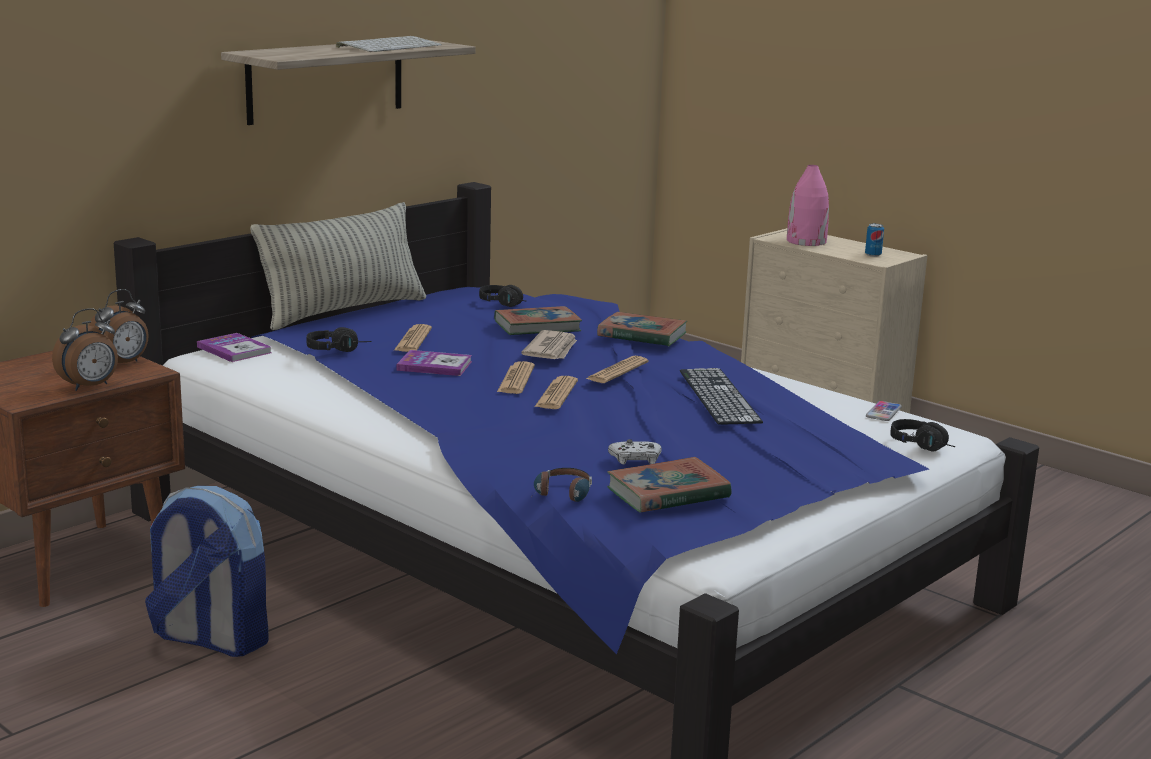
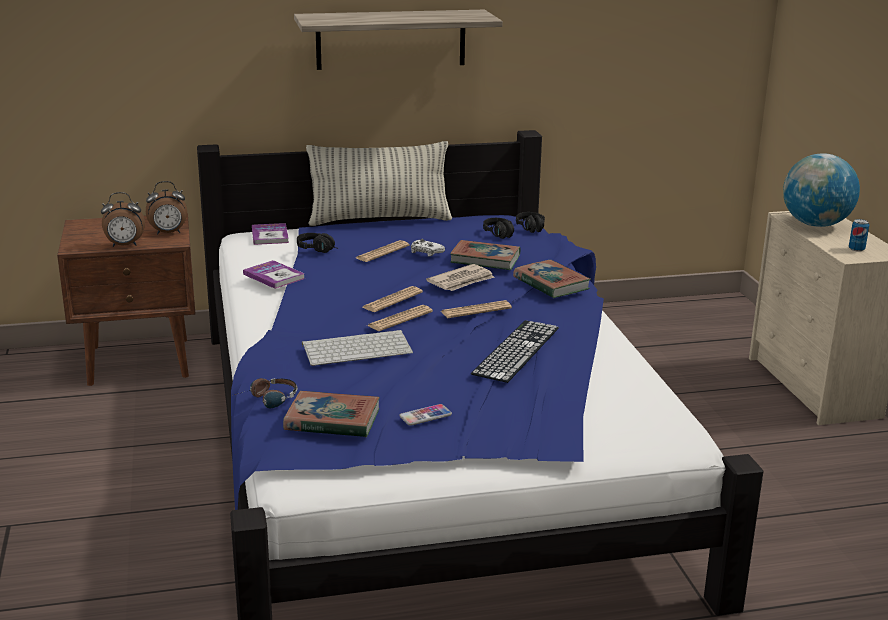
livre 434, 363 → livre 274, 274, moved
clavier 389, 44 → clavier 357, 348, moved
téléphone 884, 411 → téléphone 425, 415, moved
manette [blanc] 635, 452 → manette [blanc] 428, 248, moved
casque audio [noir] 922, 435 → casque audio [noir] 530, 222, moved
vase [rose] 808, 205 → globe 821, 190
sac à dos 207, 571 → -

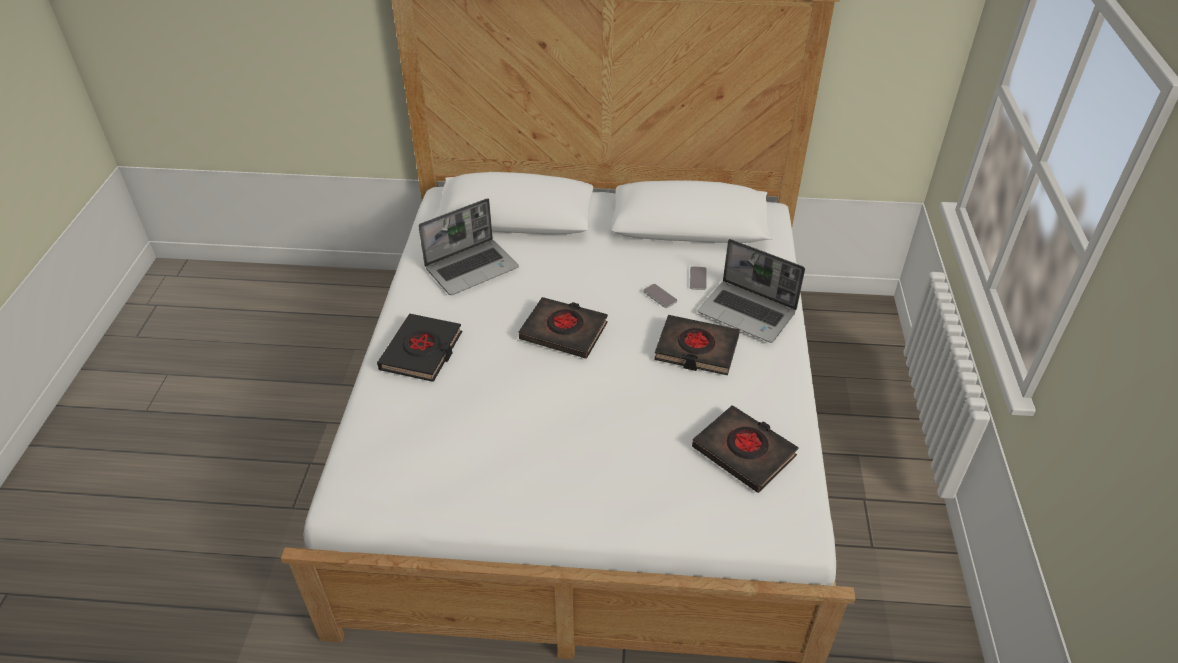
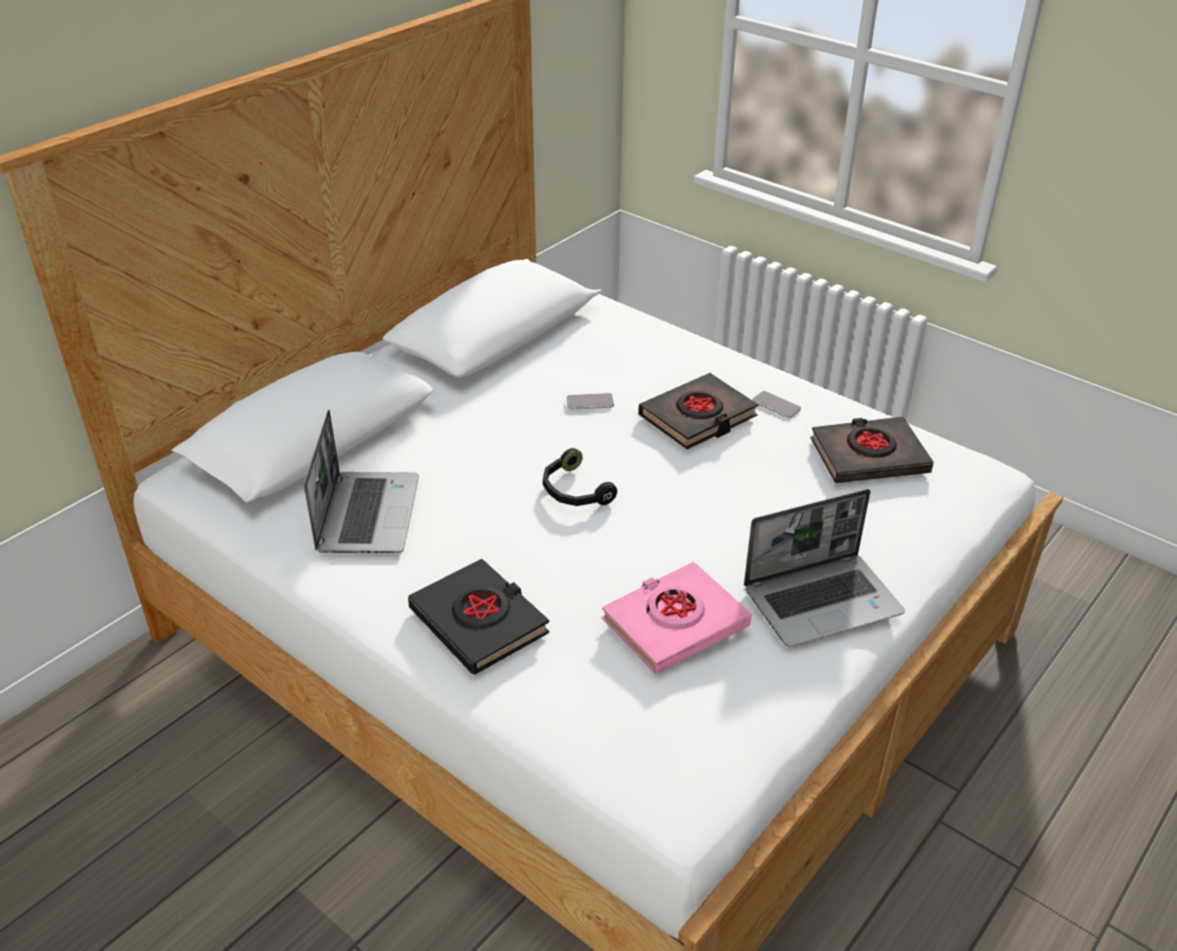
livre [noir] 563, 328 → casque audio [noir] 580, 477
- → livre [rose] 677, 617
ordinateur portable 751, 291 → ordinateur portable 824, 568, moved
téléphone 698, 278 → téléphone 776, 404, moved

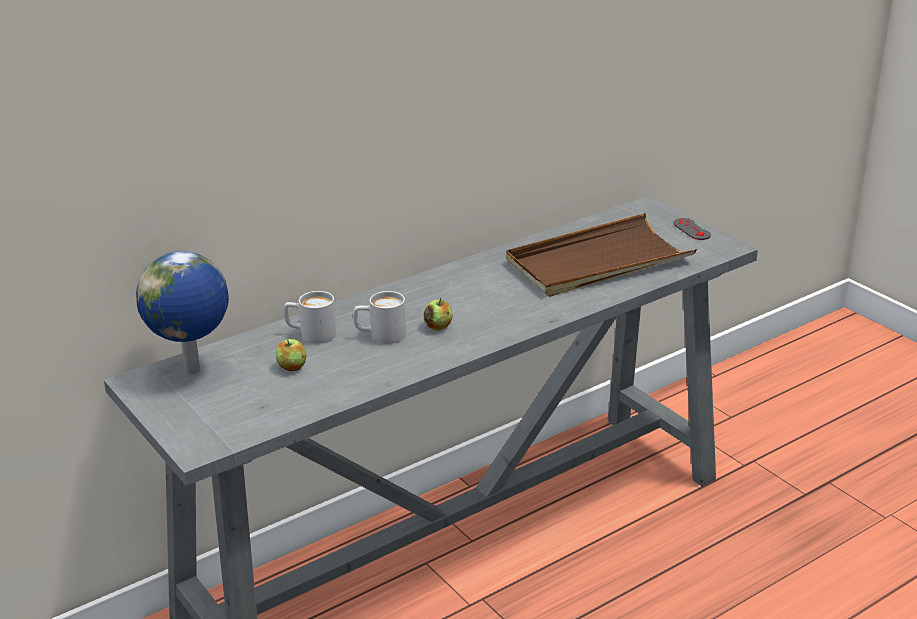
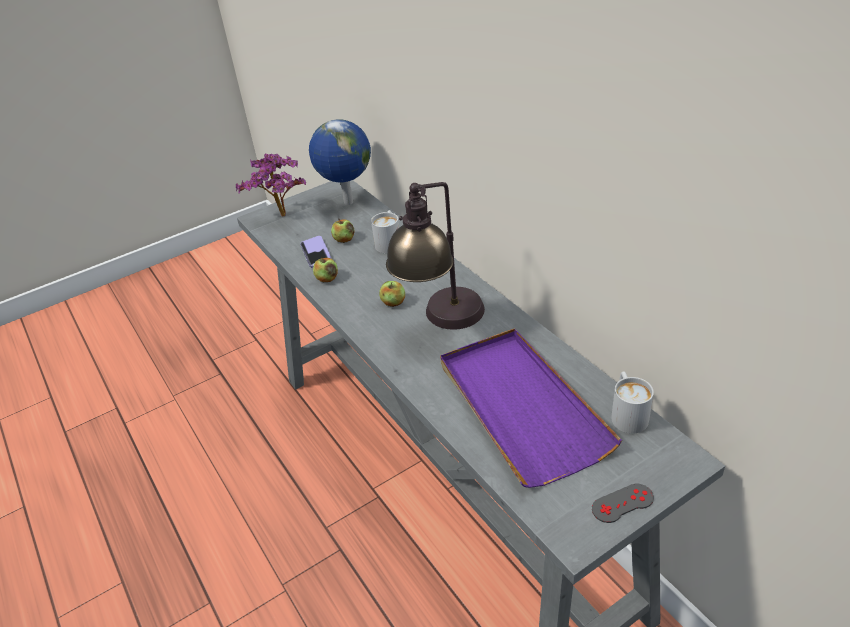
- → plante en pot 271, 185
- → téléphone 316, 252
- → pomme 325, 269
- → lampe de table 435, 256
plateau [marron] 601, 255 → plateau [violet] 531, 408
mug [blanc] 379, 317 → mug [blanc] 632, 402, moved

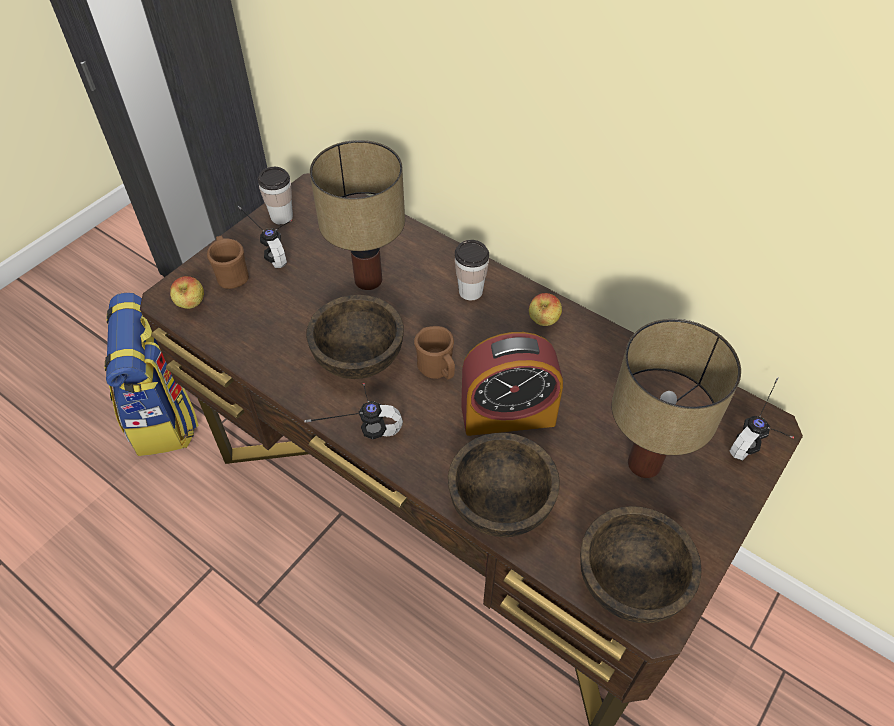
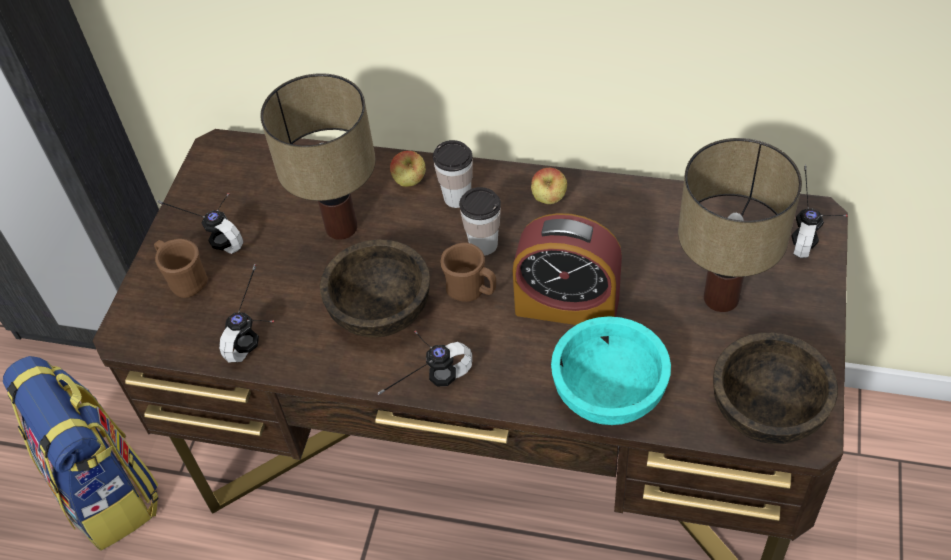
- → casque audio 246, 313
pomme 187, 292 → pomme 408, 169, moved
tasse 275, 195 → tasse 480, 221, moved
réveil 512, 384 → réveil 567, 269, 45 degrees clockwise
bol [marron] 504, 485 → bol [turquoise] 611, 371

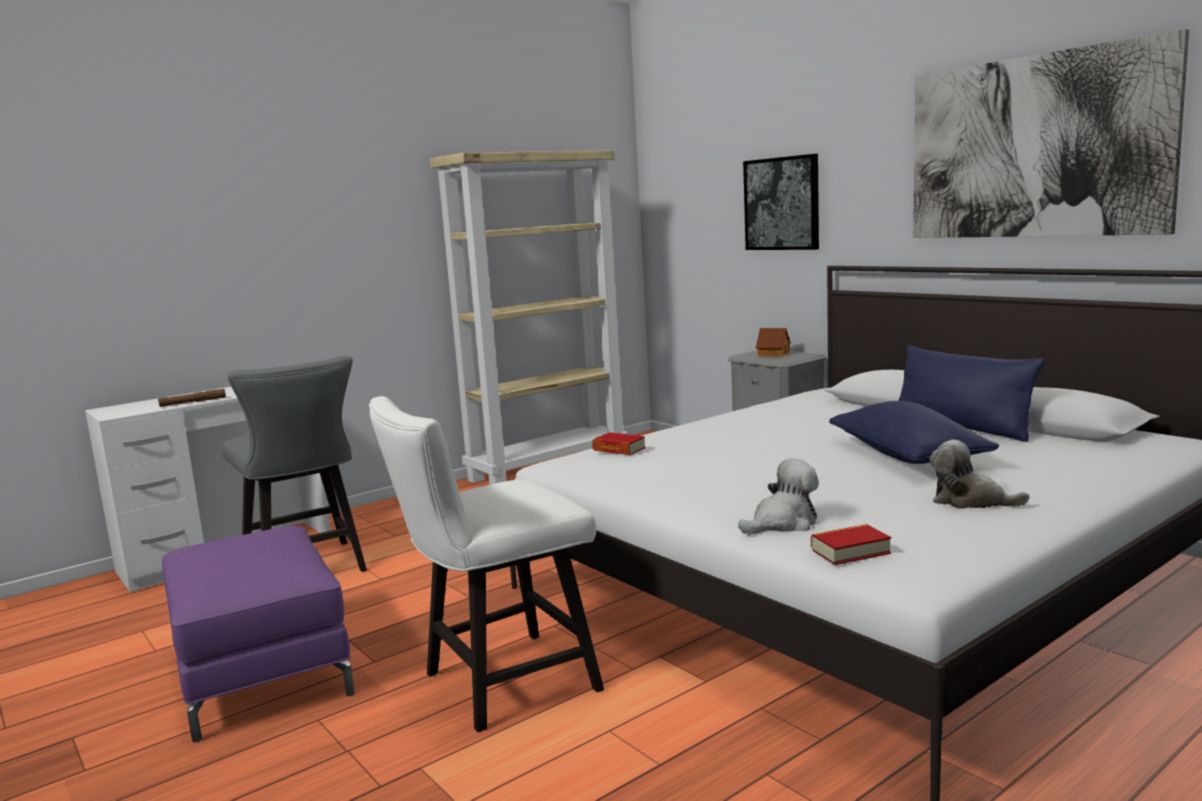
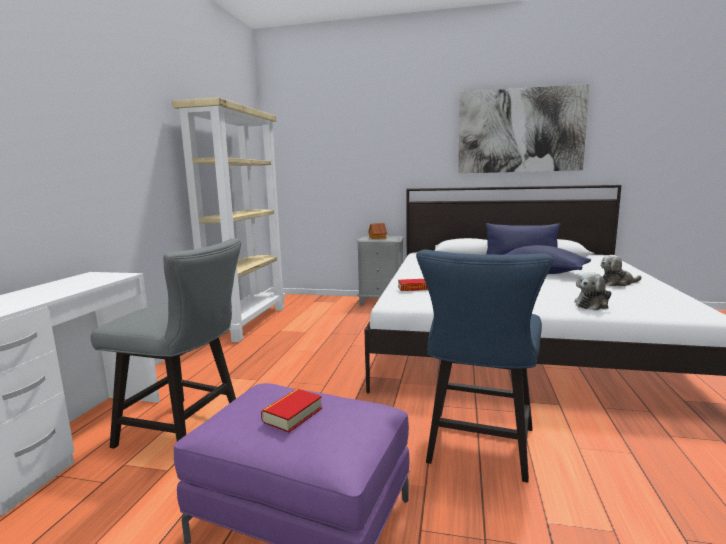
livre 851, 544 → livre 291, 410, moved
chaise [blanc] 486, 564 → chaise [bleu] 484, 366
peluche 778, 496 → peluche 593, 291, 150 degrees counterclockwise
lampe de poche [marron] 192, 398 → -
tableau 781, 202 → -

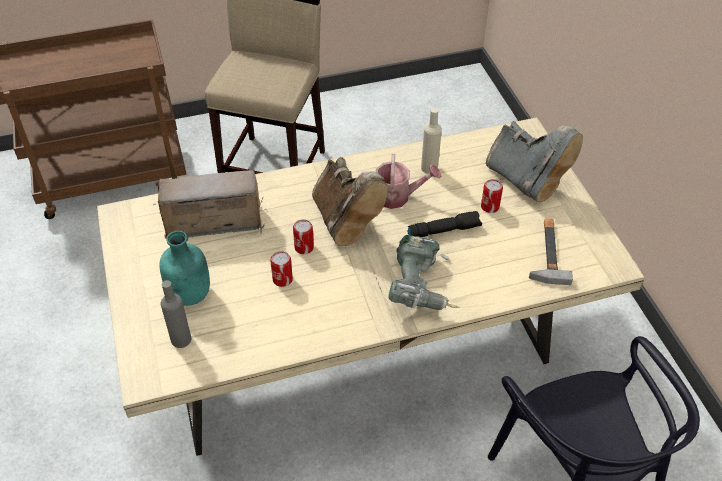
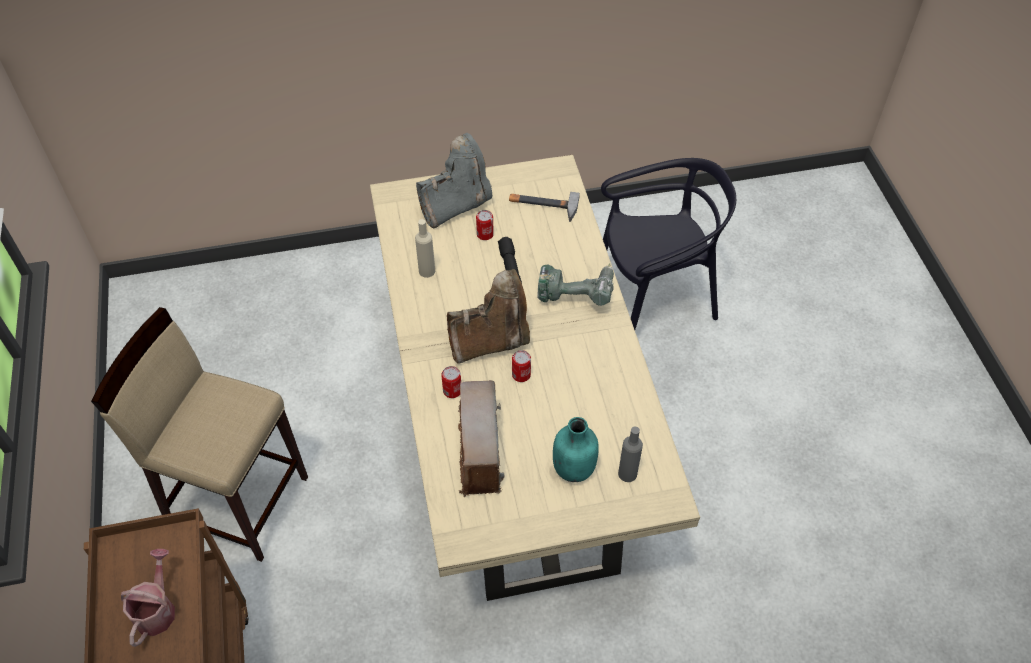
arrosoir 399, 181 → arrosoir 148, 598, moved
boîte métallique 281, 269 → boîte métallique 451, 382, moved

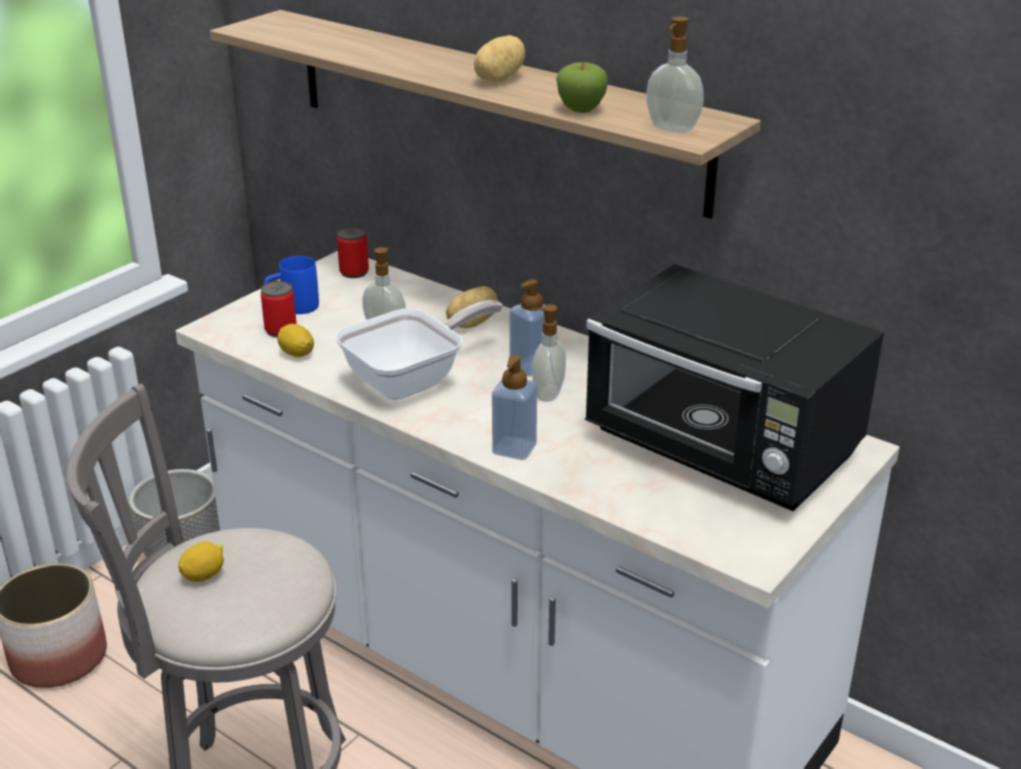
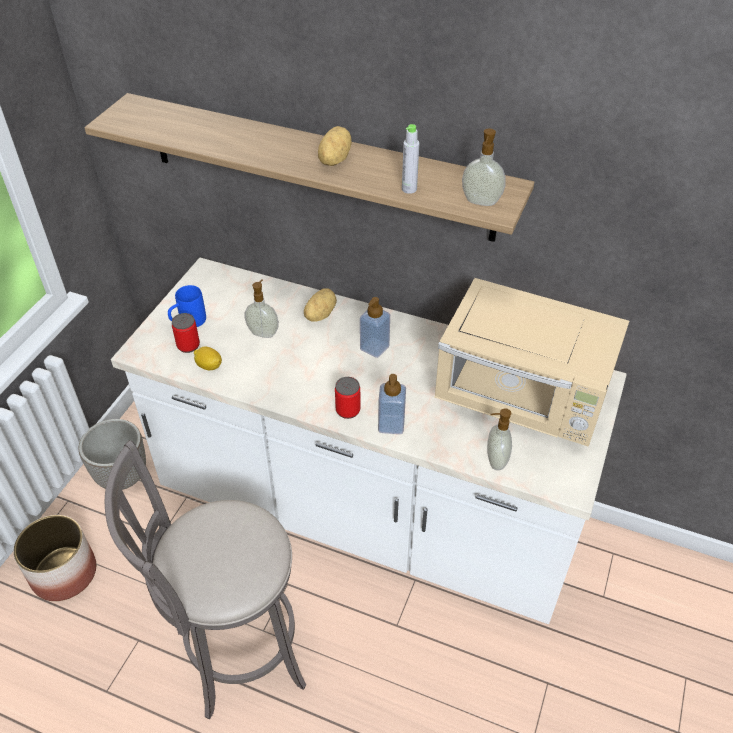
boîte métallique 353, 252 → boîte métallique 348, 398, moved
pomme 582, 87 → bouteille [gris] 410, 159
micro-ondes [noir] 734, 387 → micro-ondes [beige] 532, 362
distributeur de savon 548, 353 → distributeur de savon 499, 439, moved
citron 201, 561 → -
poêle 419, 350 → -

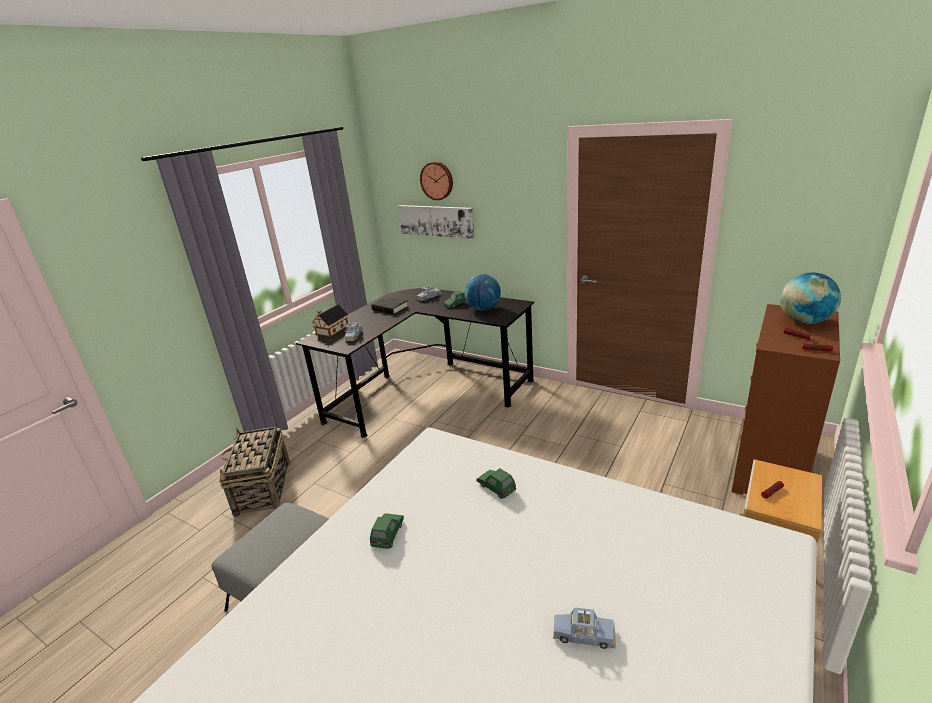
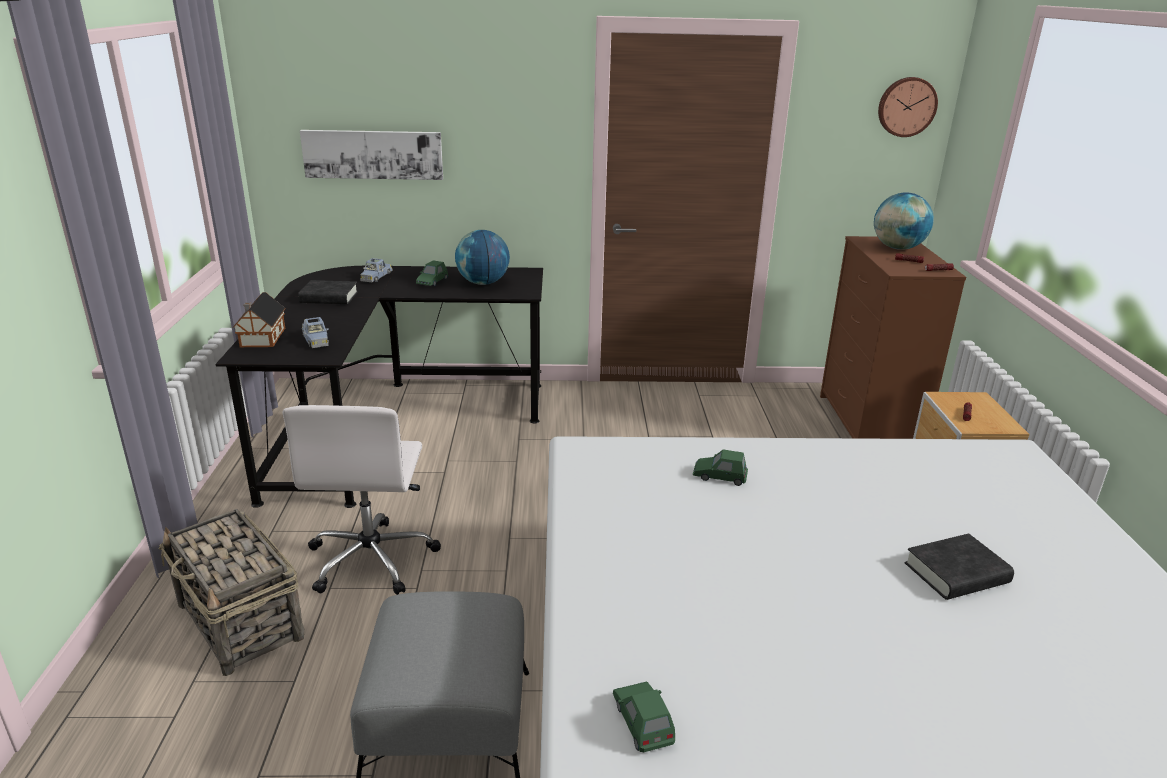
- → chaise de bureau [blanc] 361, 500
petite voiture [vert] 387, 531 → petite voiture [vert] 644, 717, moved
horloge murale 436, 181 → horloge murale 908, 107, moved
petite voiture [bleu] 584, 628 → livre [noir] 959, 566

